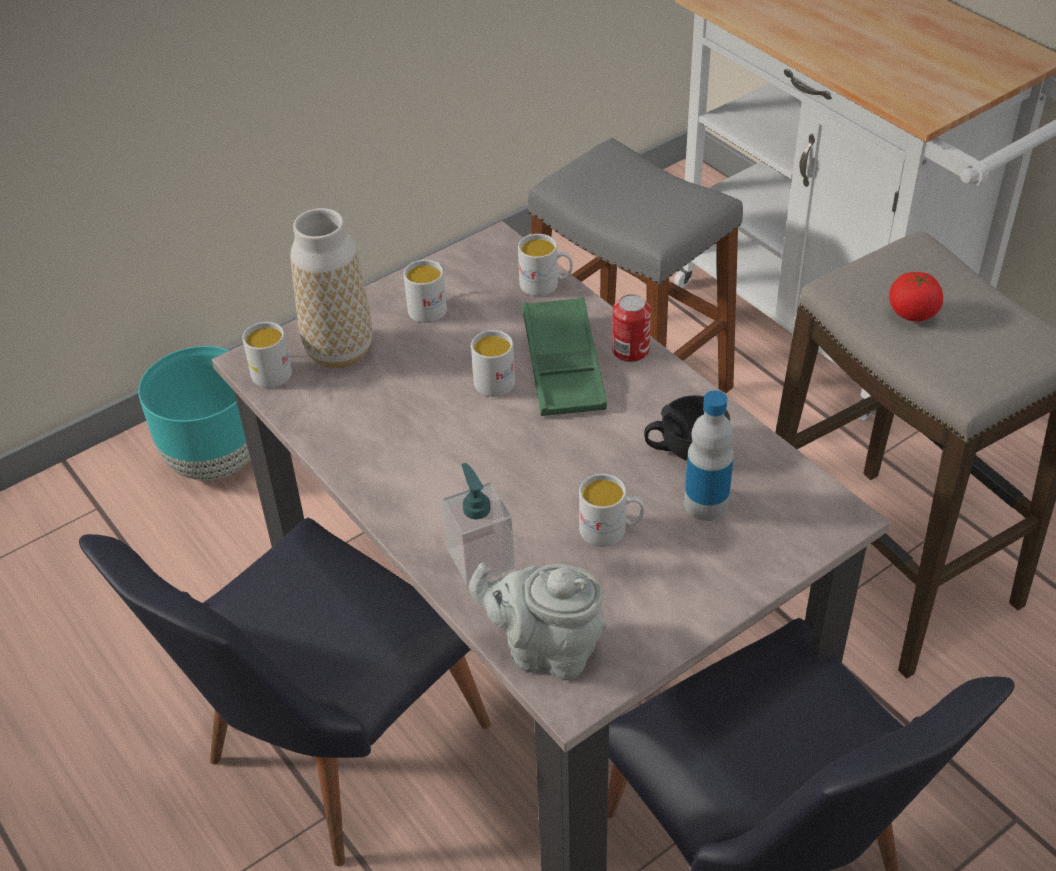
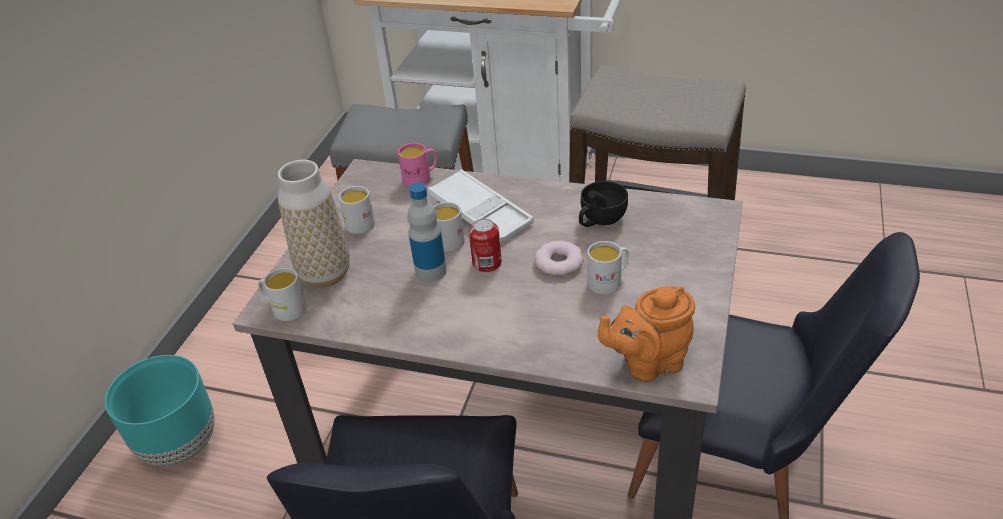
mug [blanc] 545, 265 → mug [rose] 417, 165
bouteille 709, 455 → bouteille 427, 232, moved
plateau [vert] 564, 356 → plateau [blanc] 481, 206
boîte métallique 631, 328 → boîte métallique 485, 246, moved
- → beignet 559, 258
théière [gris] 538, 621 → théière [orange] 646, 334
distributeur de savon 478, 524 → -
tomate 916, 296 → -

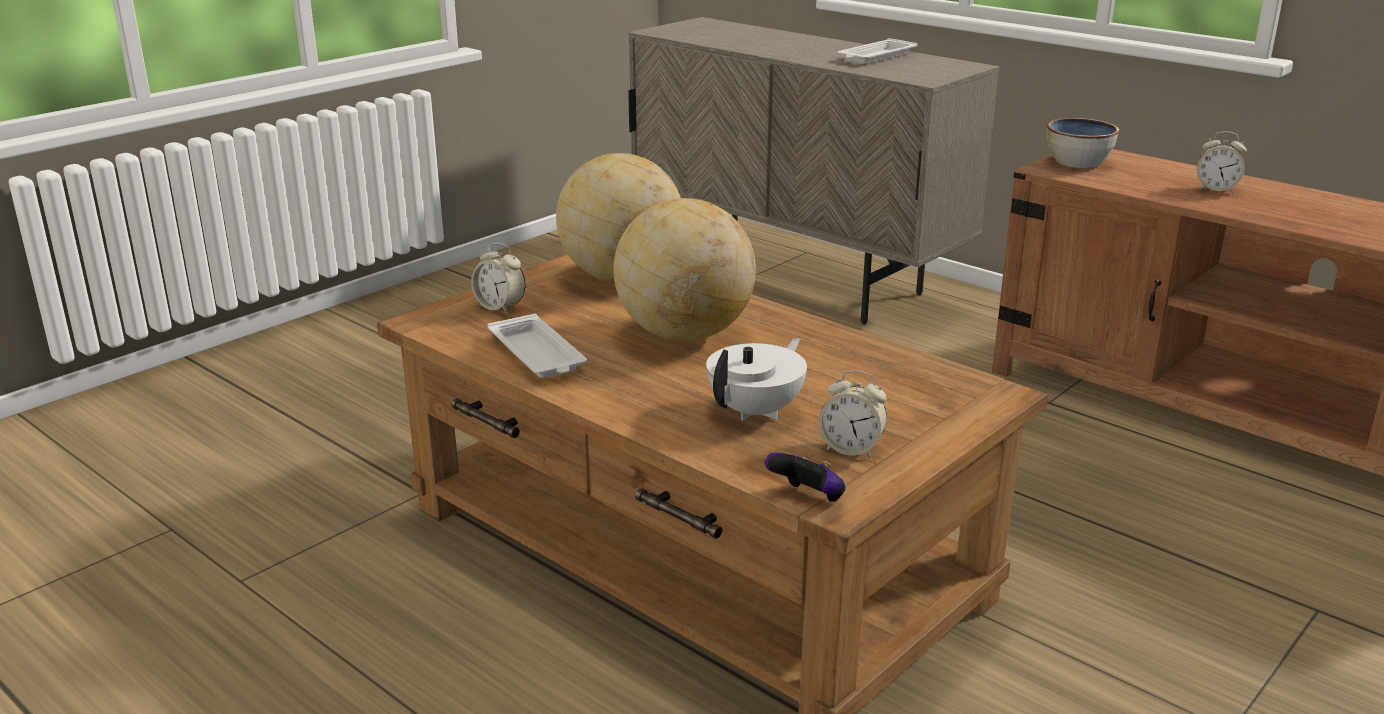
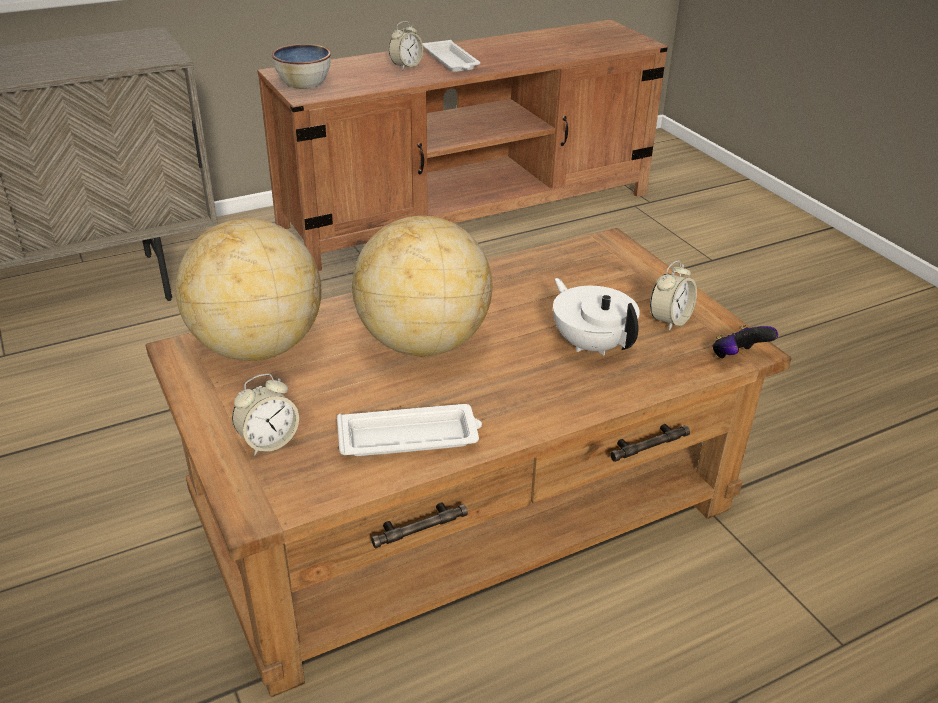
plateau [blanc] 877, 51 → plateau [blanc] 451, 56, moved

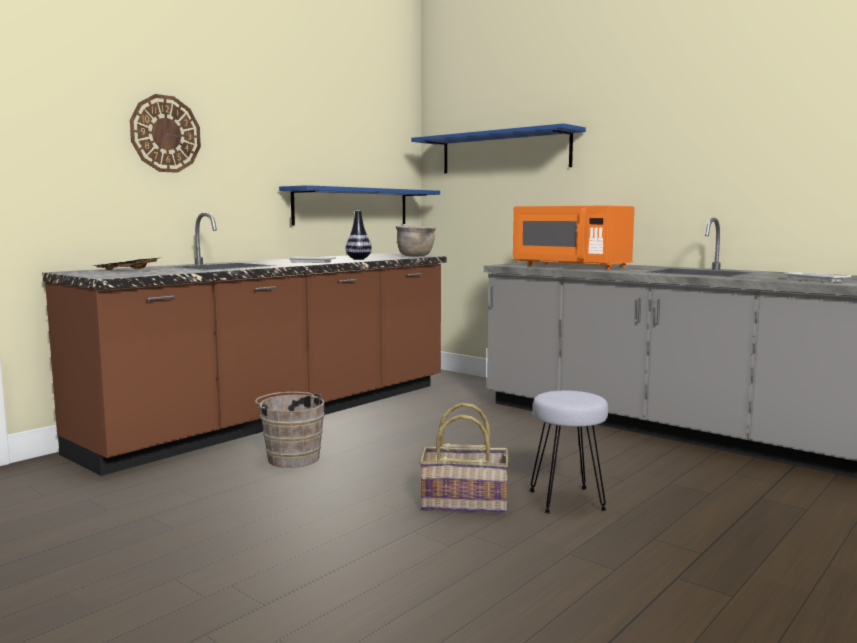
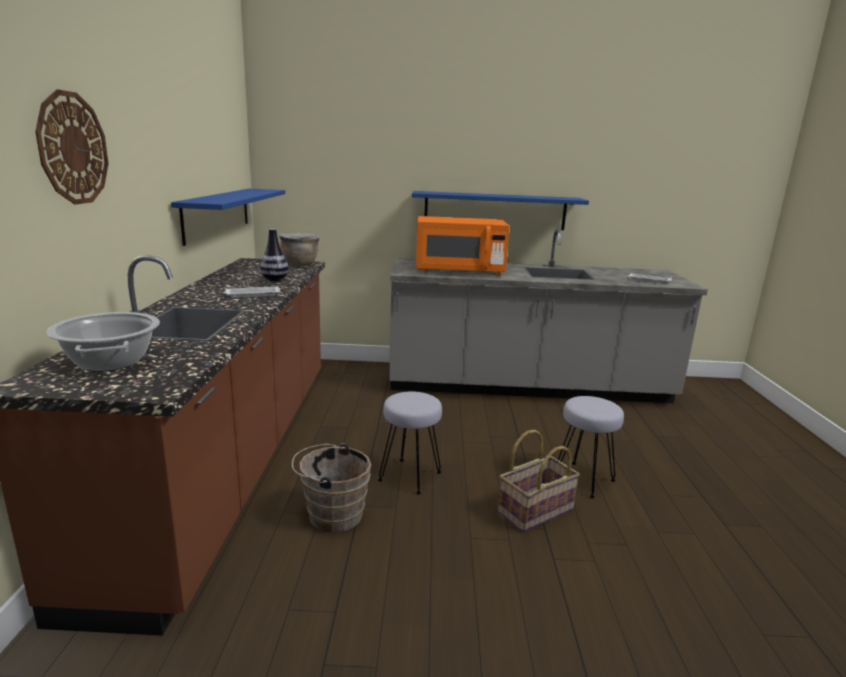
plateau [noir] 124, 264 → marmite 103, 342
- → tabouret [gris] 410, 443
étagère [bleu] 498, 148 → étagère [bleu] 500, 210, moved

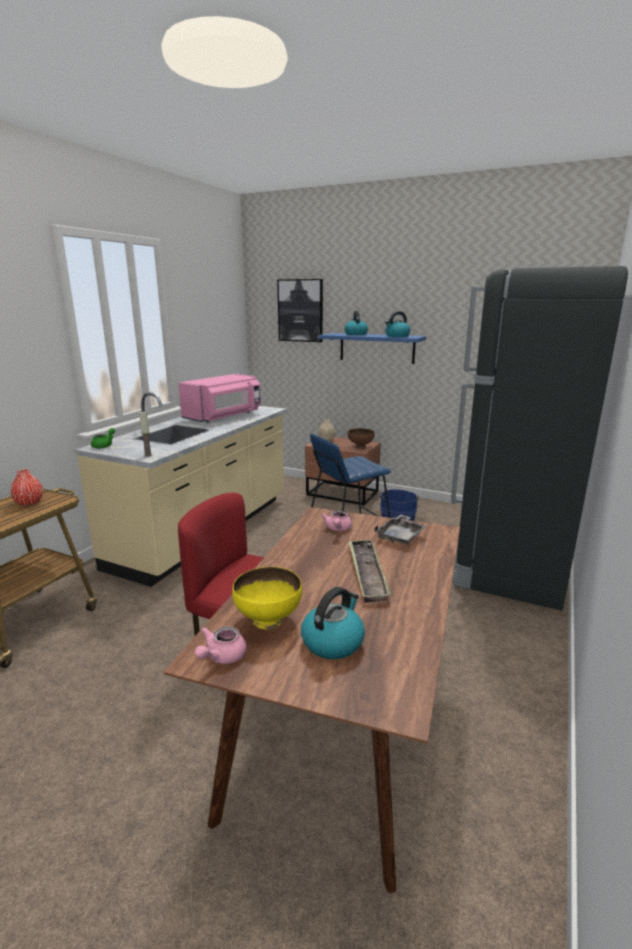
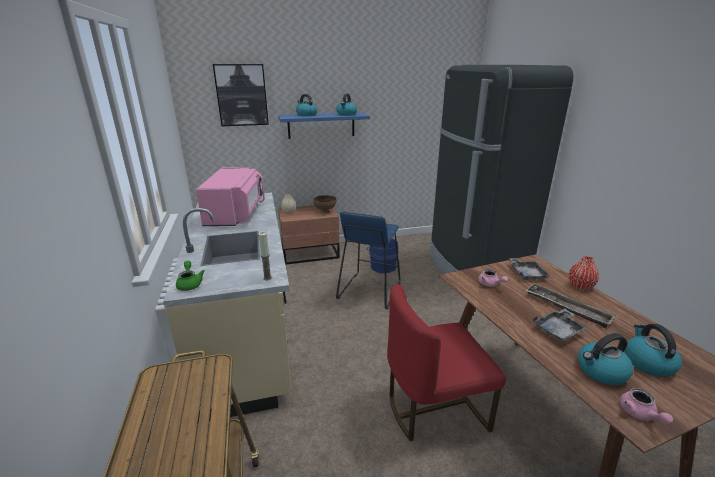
- → plateau [gris] 560, 325
vase [rouge] 27, 488 → vase [rouge] 583, 273, moved
bol [jaune] 267, 598 → bouilloire 605, 359

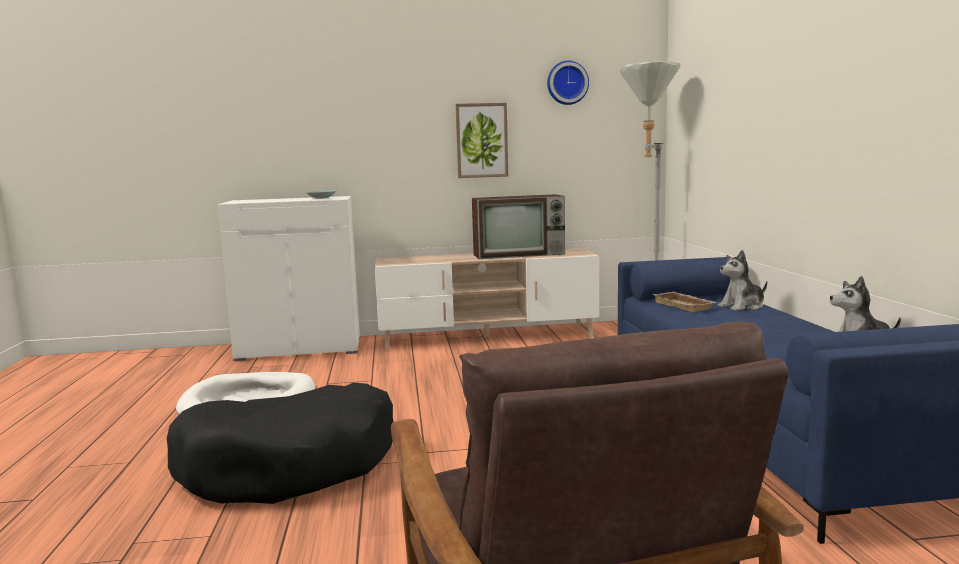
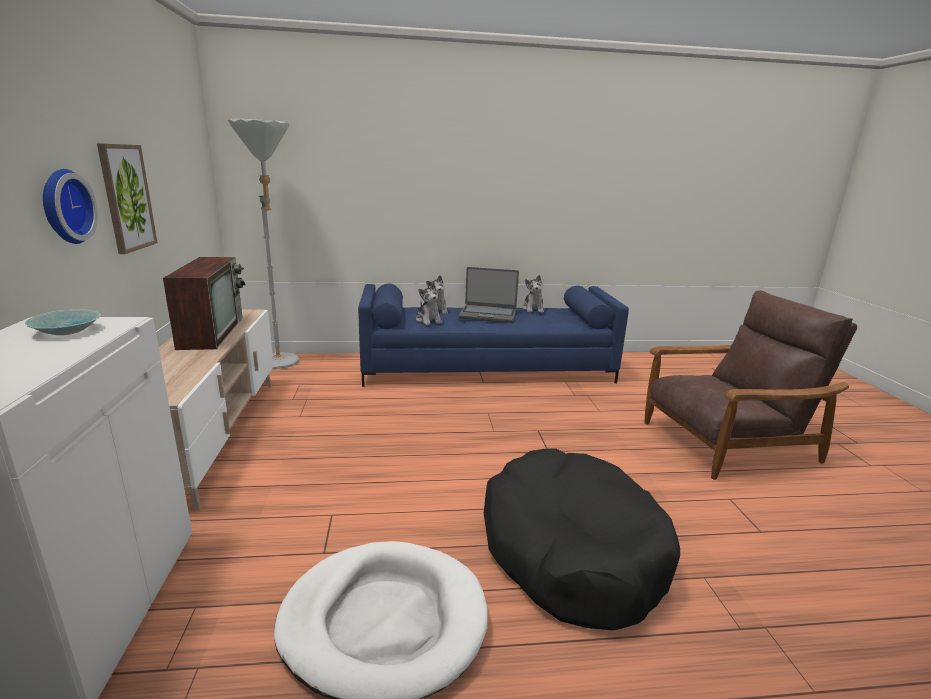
horloge murale 568, 83 → horloge murale 70, 206, moved
plateau [beige] 685, 302 → peluche 429, 304
- → ordinateur portable 488, 295

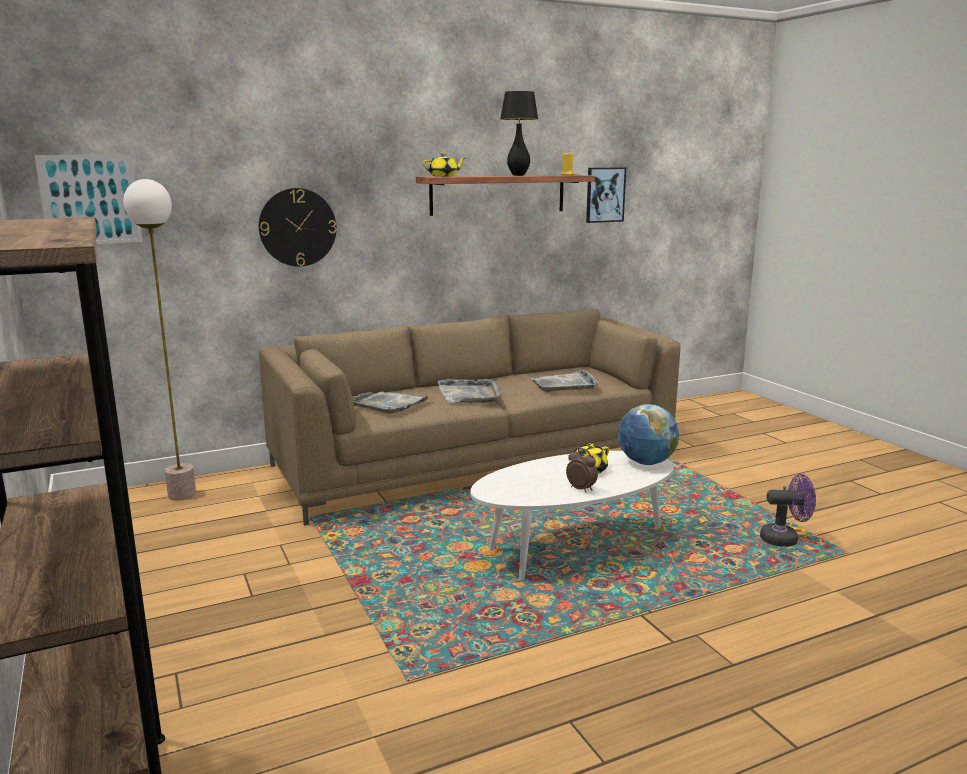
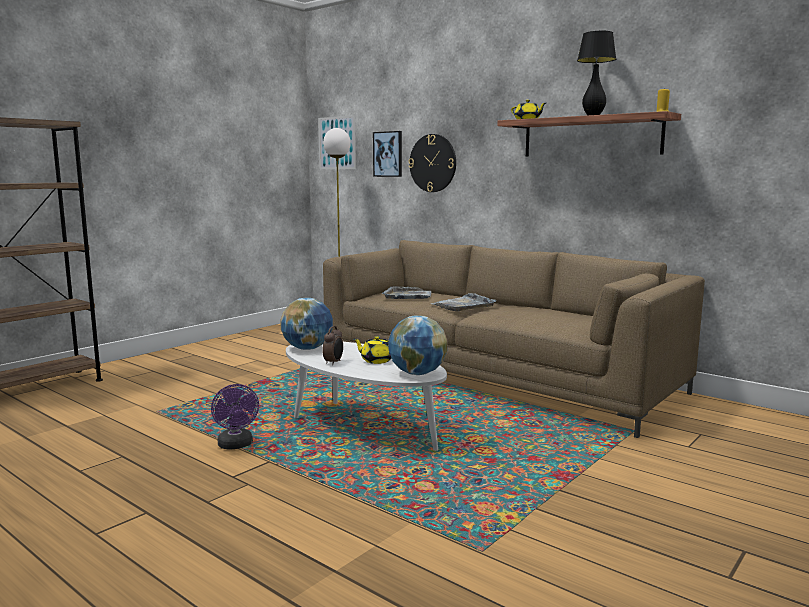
ventilateur [violet] 788, 510 → ventilateur [violet] 235, 417, moved
- → globe 306, 324
tableau 606, 195 → tableau 387, 154, moved
plateau [gris] 565, 381 → -

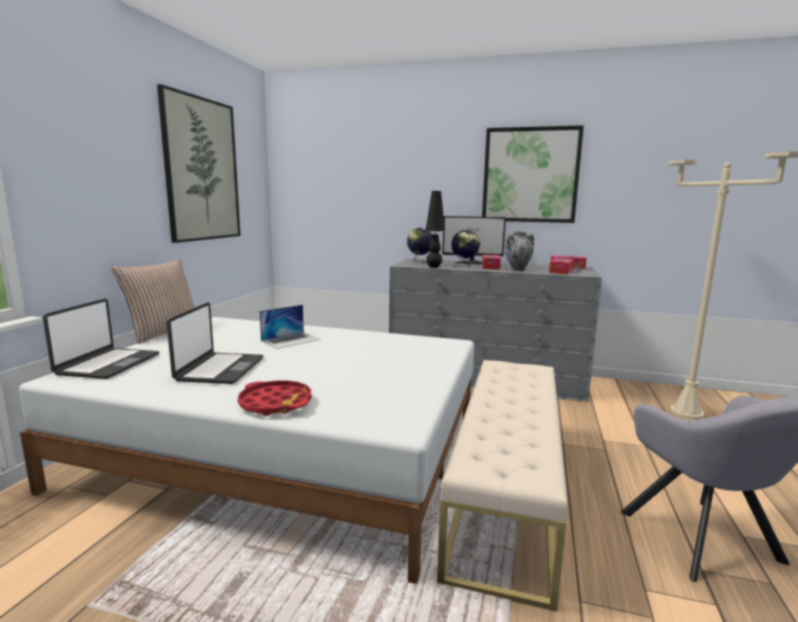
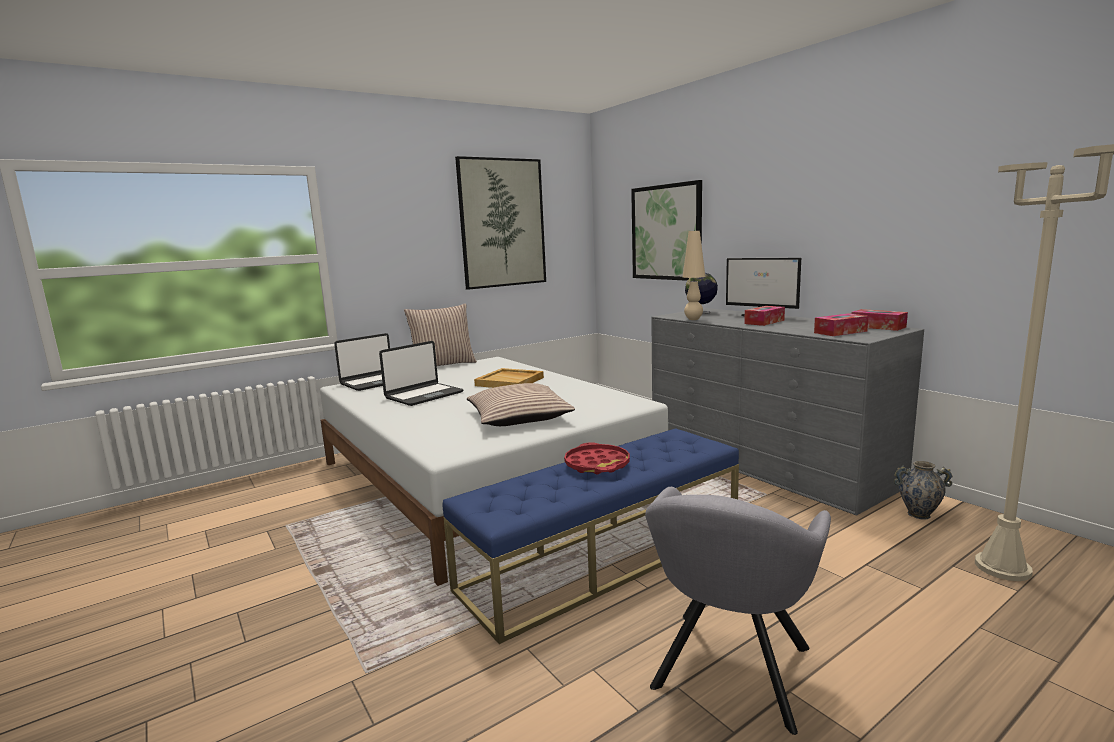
banc [beige] 502, 485 → banc [bleu] 590, 536
- → coussin 521, 404
ordinateur portable 289, 327 → plateau [beige] 509, 378
plateau [rouge] 274, 398 → plateau [rouge] 597, 458, moved
tableau 533, 174 → tableau 666, 230, moved
lampe de table [noir] 435, 229 → lampe de table [beige] 694, 275
vase 519, 251 → vase 923, 490, moved
globe 465, 248 → -

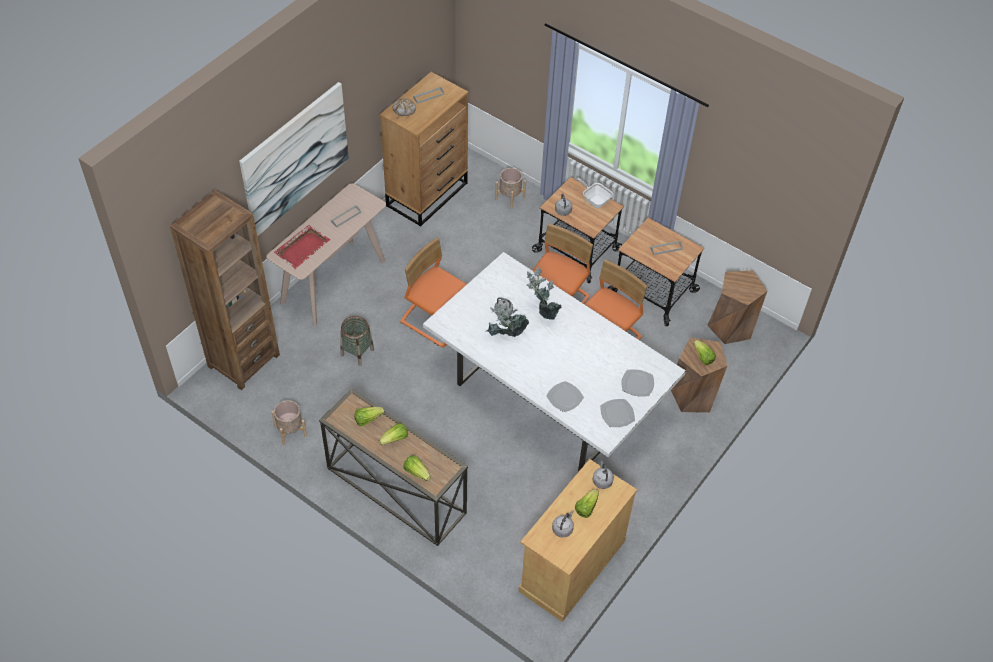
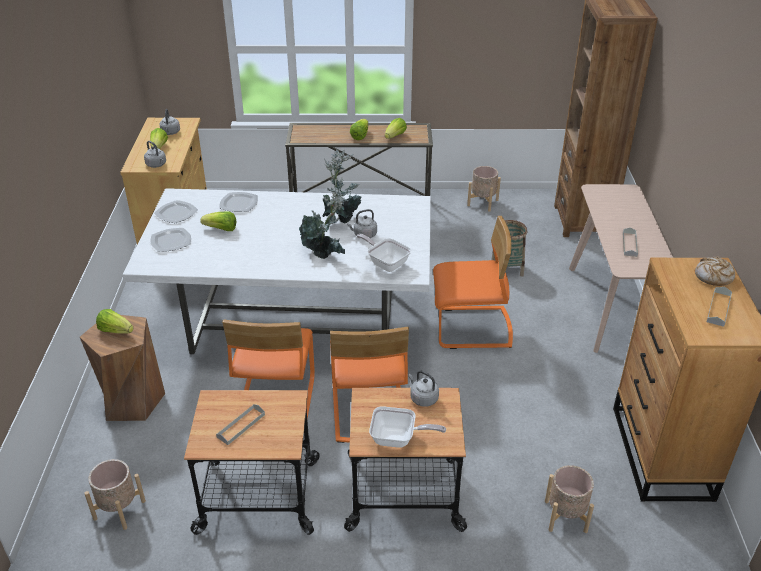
tabouret [marron] 737, 307 → cache-pot [beige] 115, 494
laitue 417, 468 → laitue 218, 221, moved
- → poêle 384, 253
tableau 294, 159 → -
plateau [rouge] 302, 247 → -

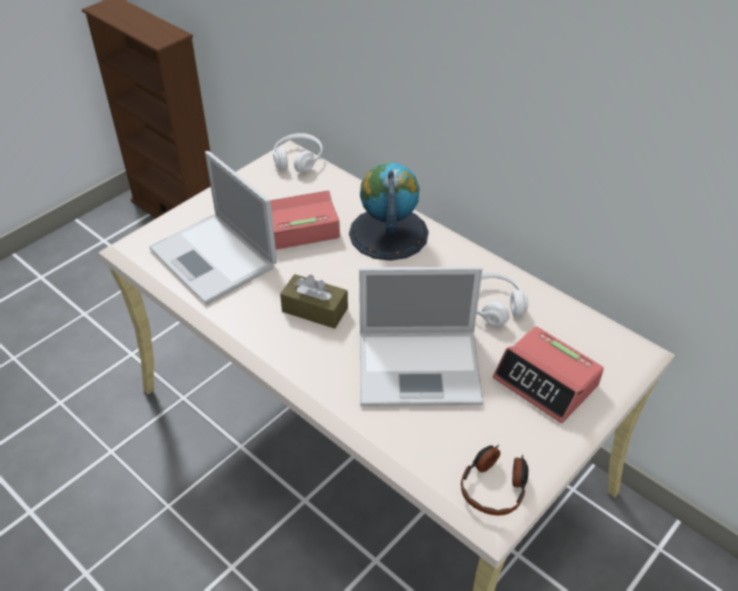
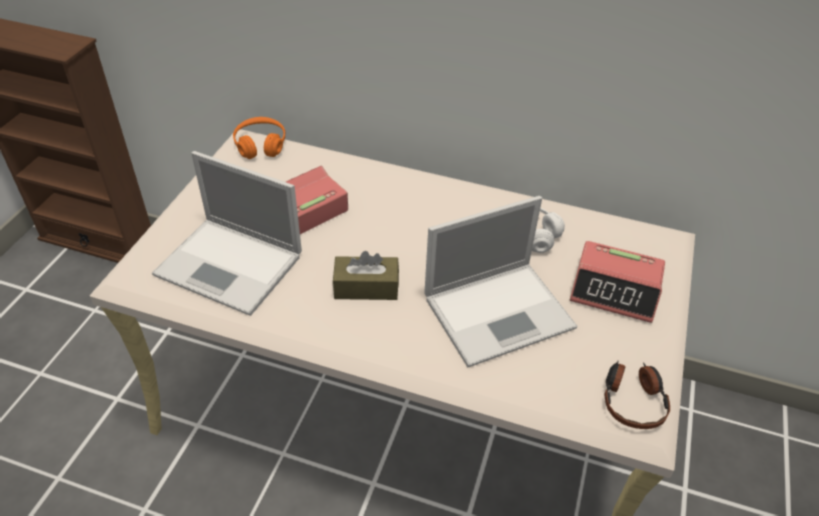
casque audio [blanc] 298, 153 → casque audio [orange] 259, 138
globe 389, 211 → -

